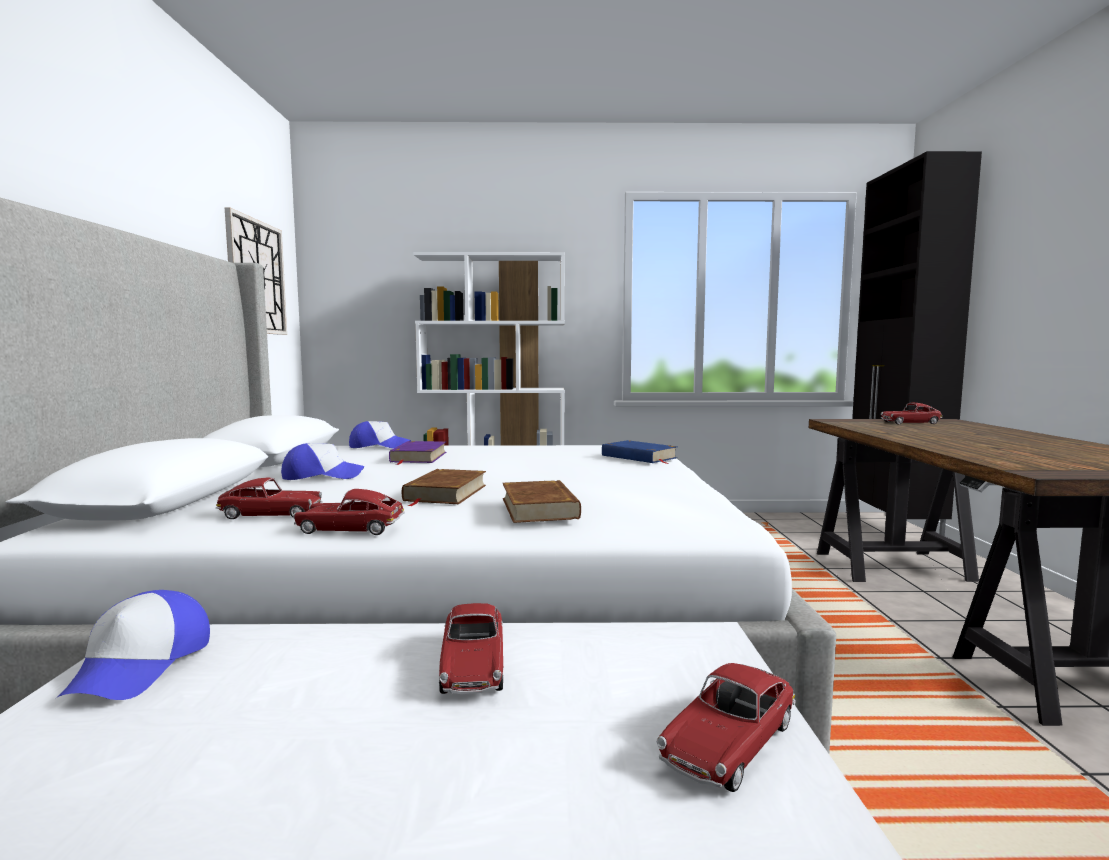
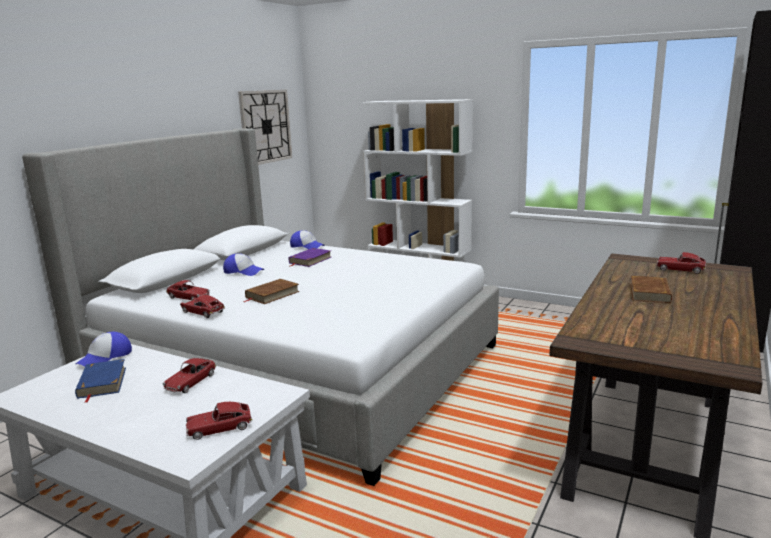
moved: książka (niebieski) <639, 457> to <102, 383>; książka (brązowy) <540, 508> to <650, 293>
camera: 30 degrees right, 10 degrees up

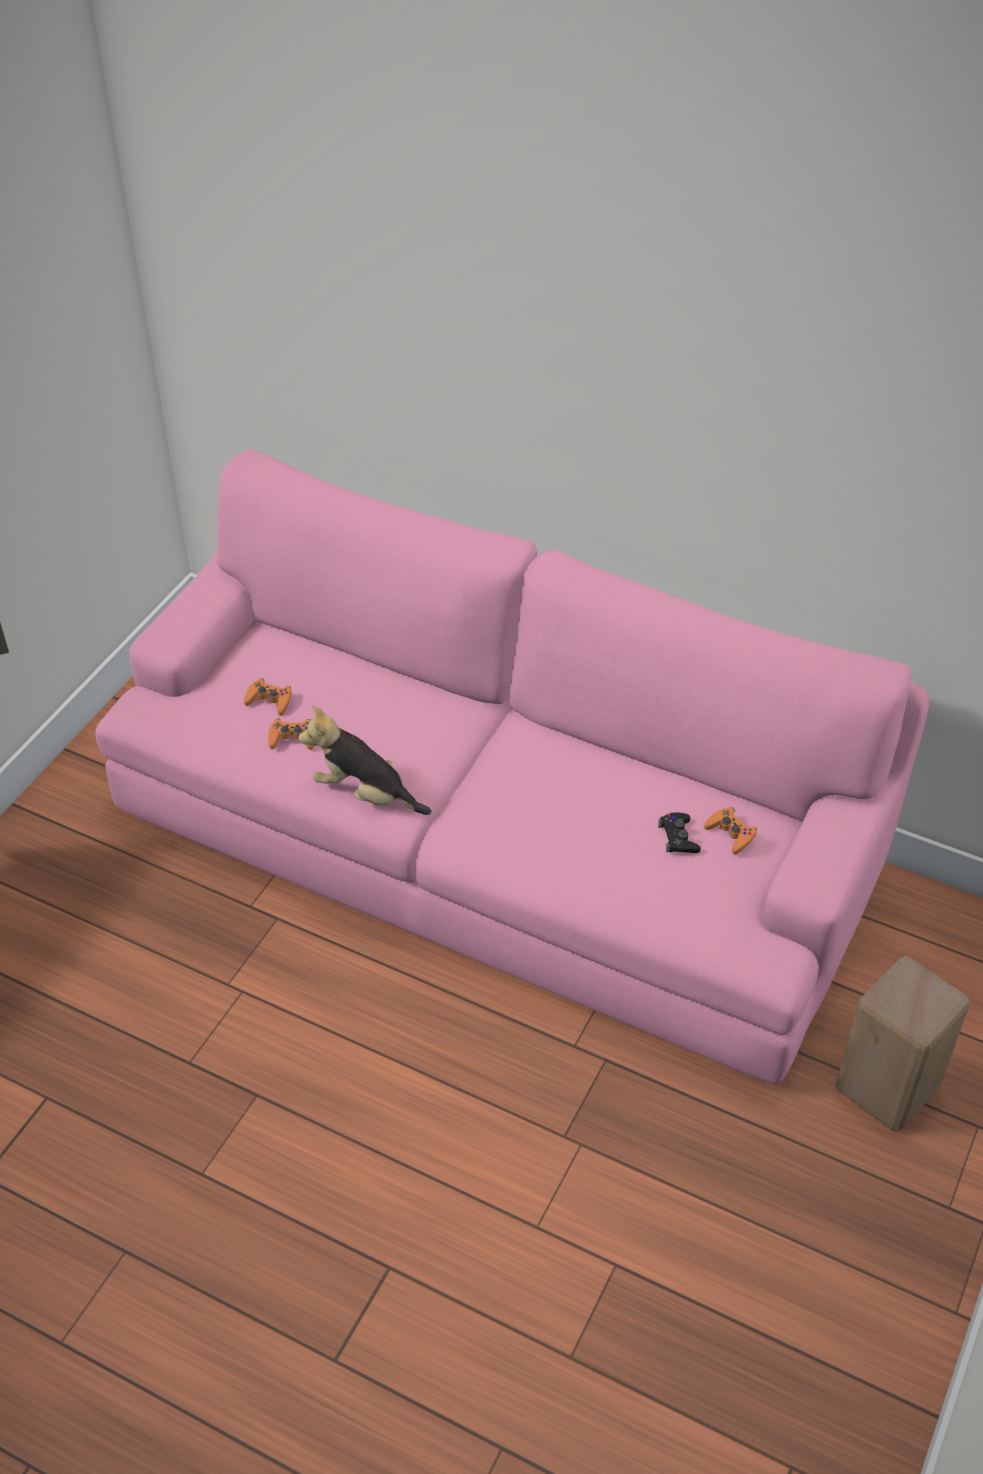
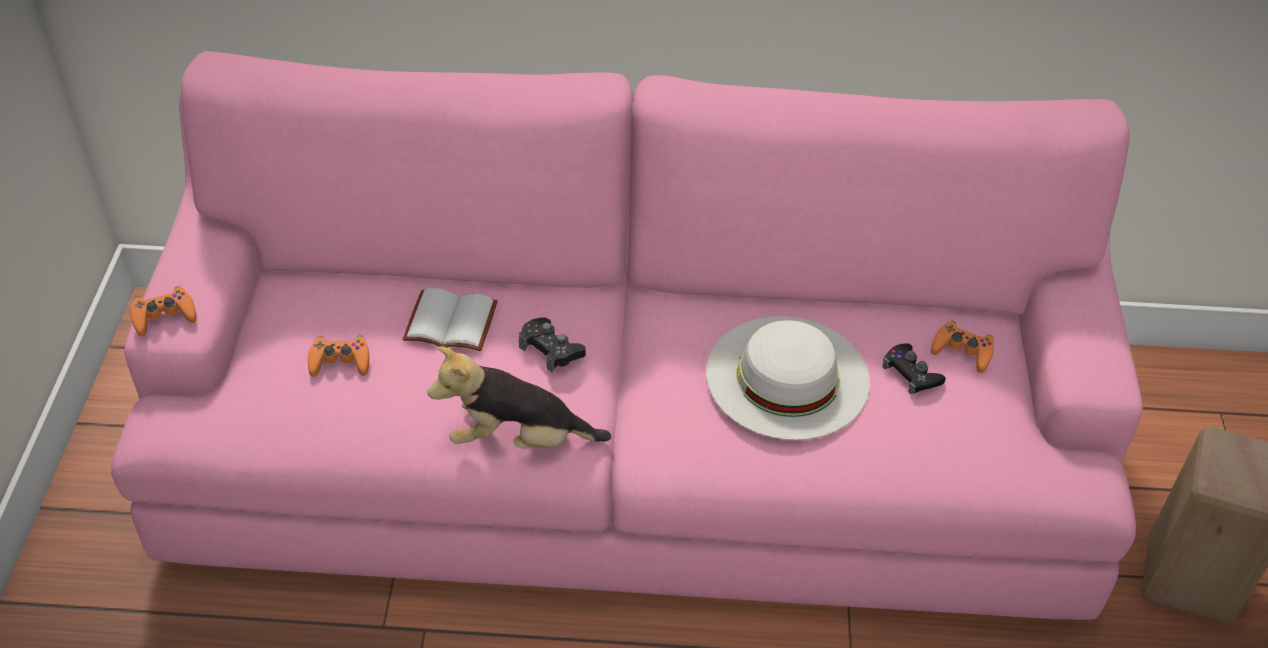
added: książka (biały) <449, 324>; pad do gier (czarny) <551, 349>; kapelusz (biały) <787, 377>
moved: pad do gier (pomarańczowy) <292, 738> to <164, 316>
camera: 25 degrees left, 0 degrees up

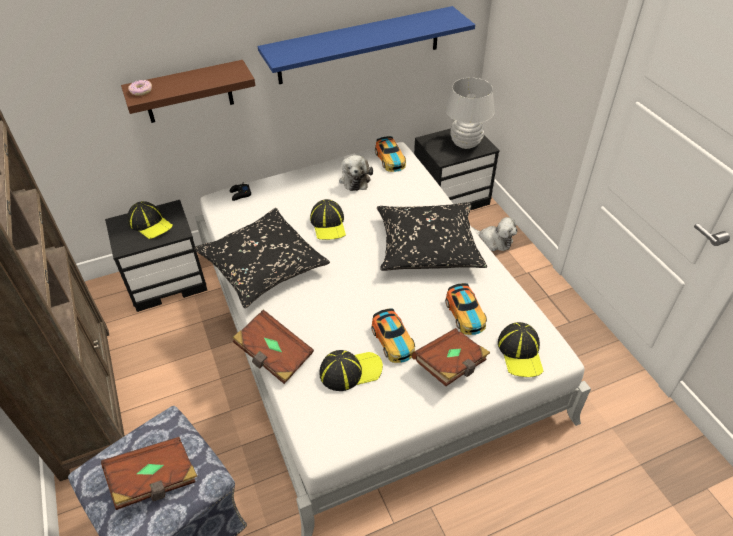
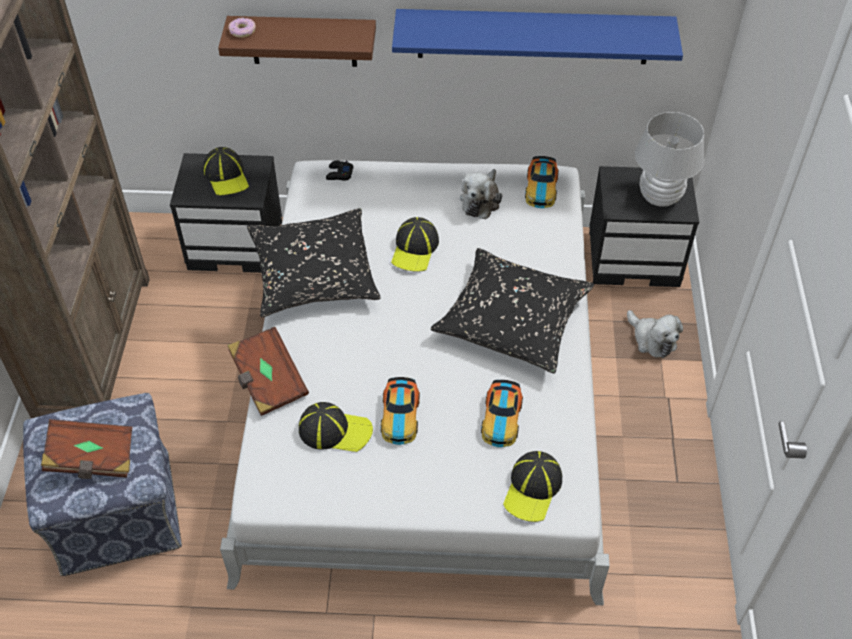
removed: książka (brązowy) <451, 365>
camera: 25 degrees right, 5 degrees up

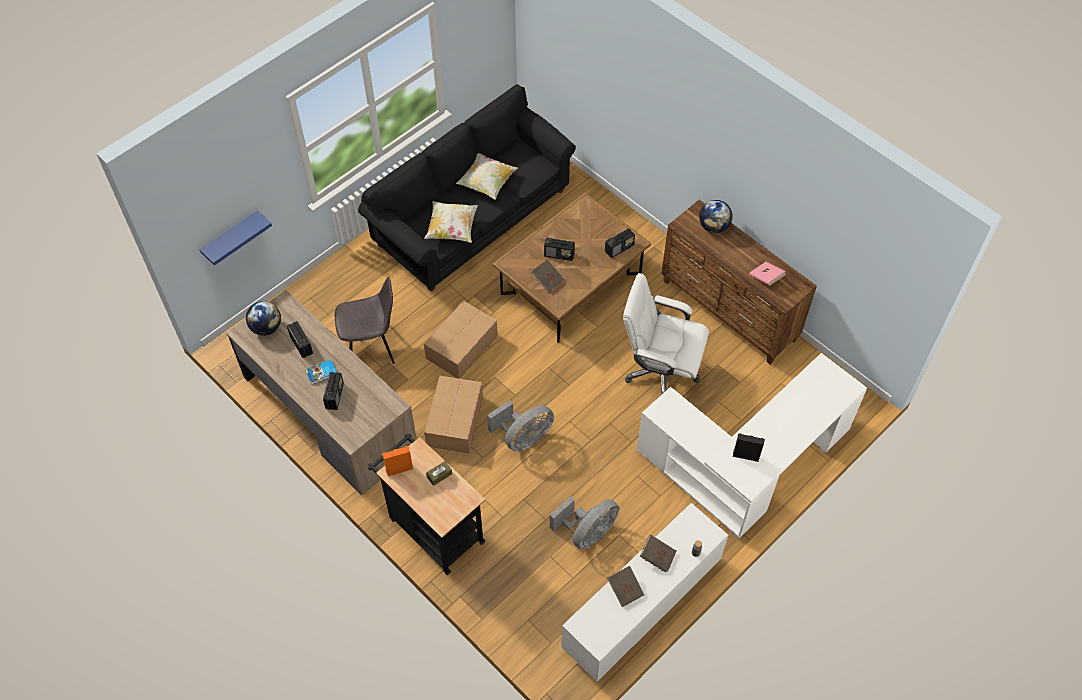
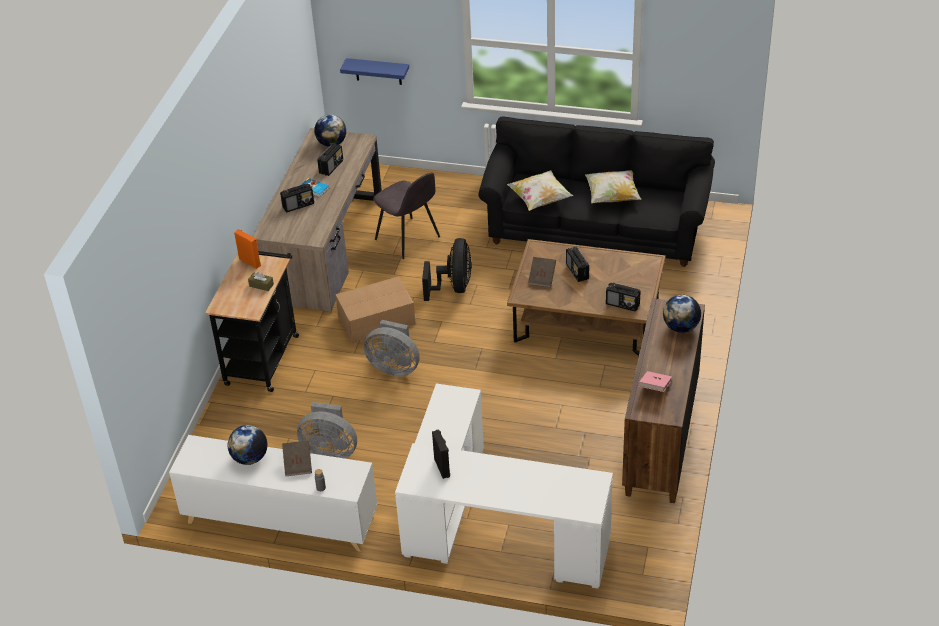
removed: krzesło biurowe (biały) <660, 371>
replaced: książka (brązowy) <625, 589> to globus <250, 458>; karton <460, 347> to wentylator (czarny) <453, 287>
camera: 60 degrees right, 15 degrees down

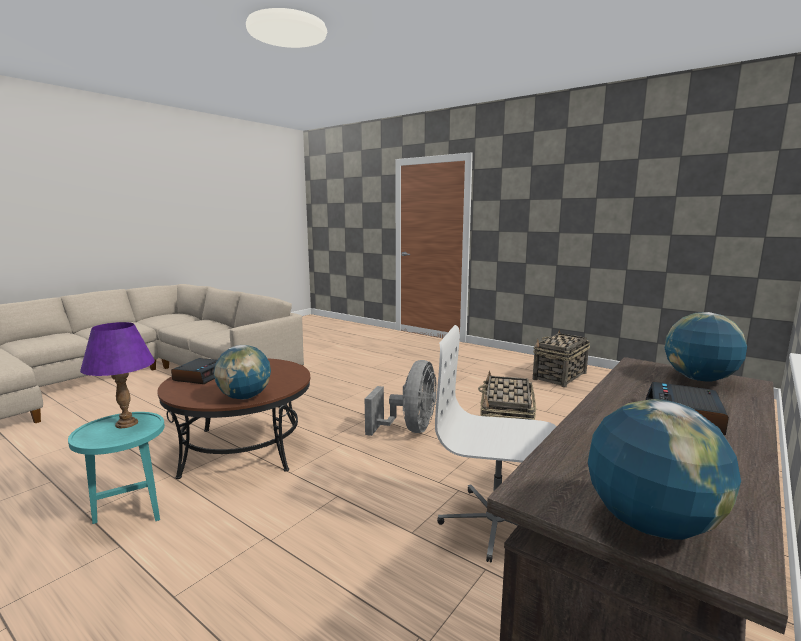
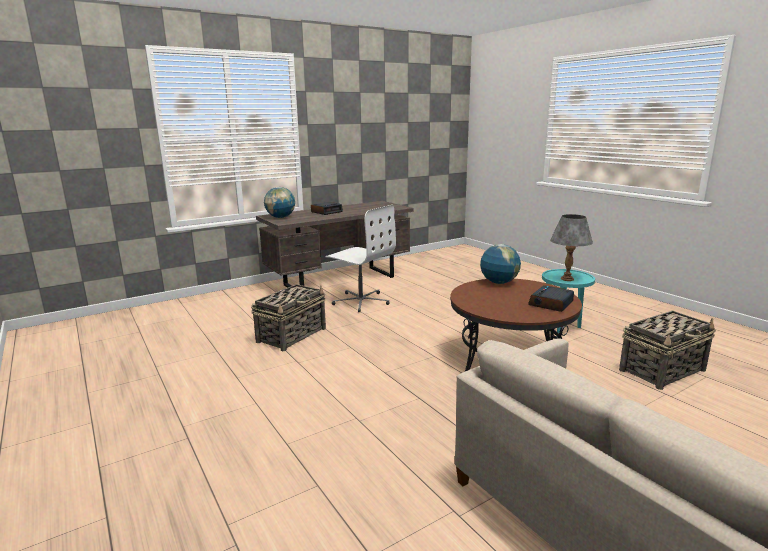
removed: wentylator (szary) <410, 429>; globus <650, 524>
moved: koszyk <559, 376> to <662, 370>
recoloured: lampa stołowa (fioletowy) <126, 424> to lampa stołowa (szary) <567, 279>
camera: 160 degrees left, 5 degrees up

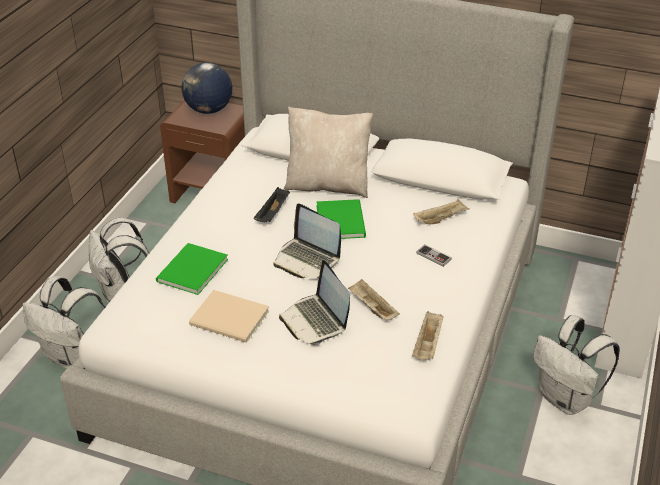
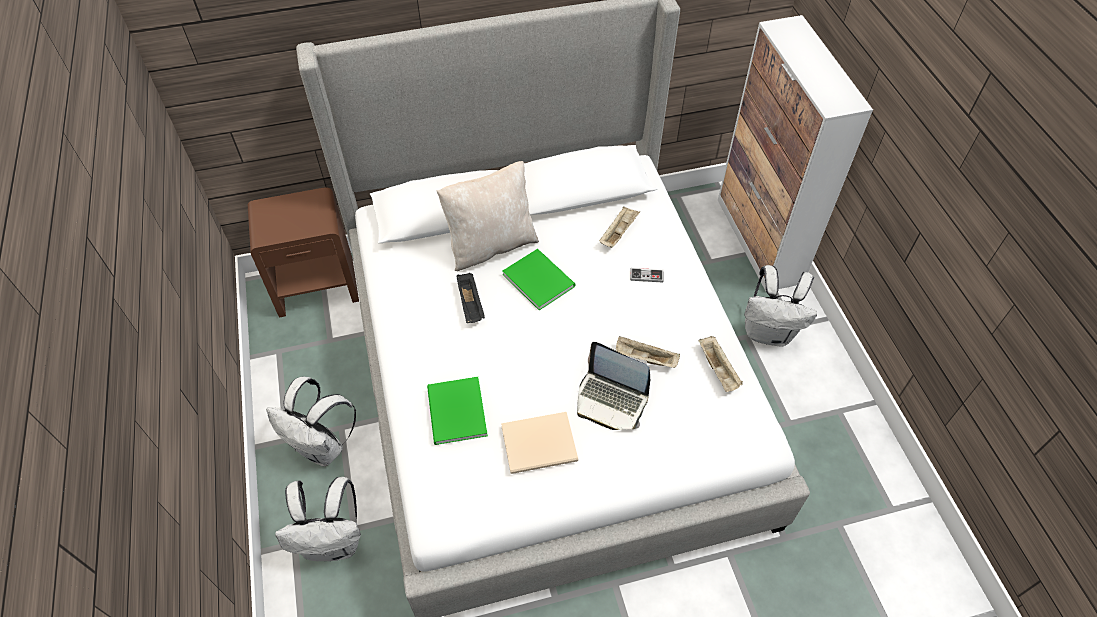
removed: globus <208, 110>; laptop <307, 259>
camera: 35 degrees left, 15 degrees up

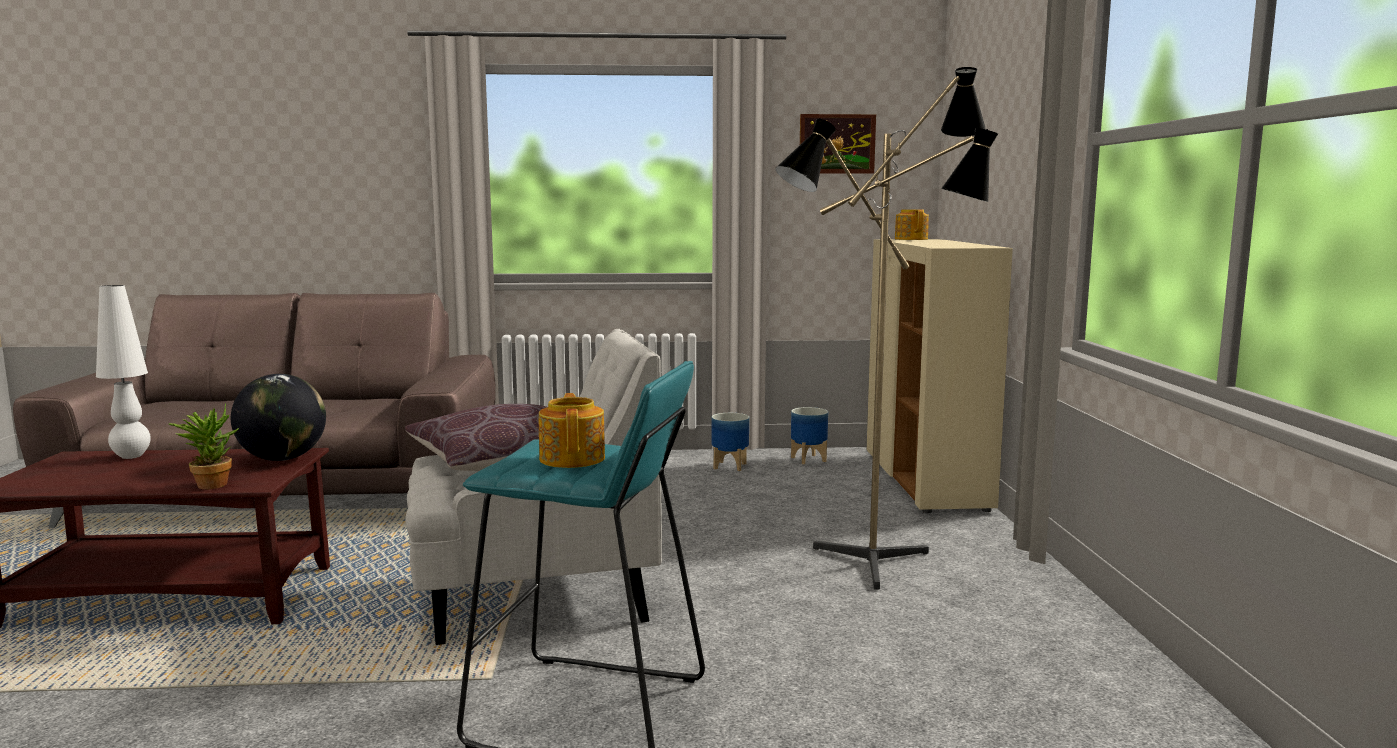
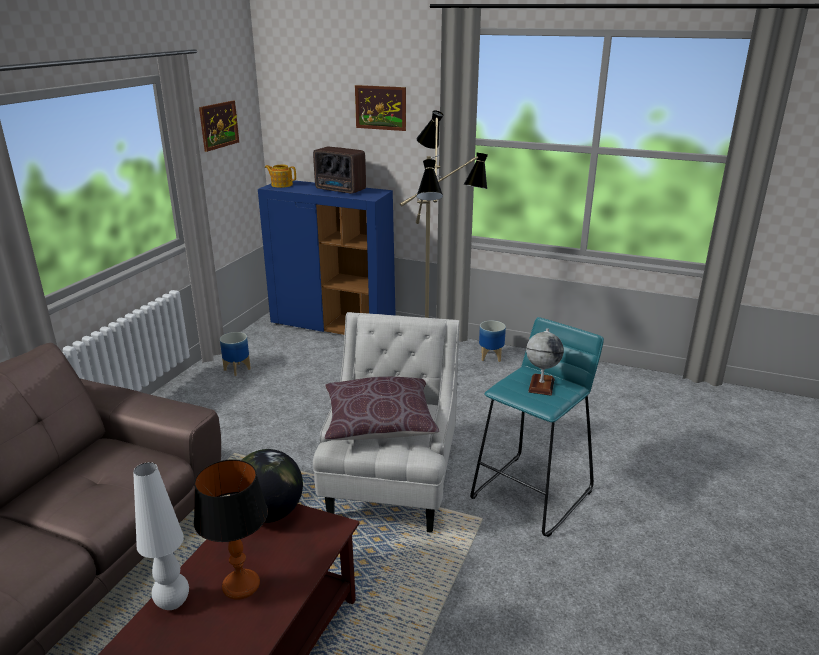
removed: roślina doniczkowa <210, 484>
added: lampa stołowa <241, 585>; radio <341, 190>; obraz <380, 107>
moved: donica <809, 459> to <490, 356>
replaced: imbryk <573, 458> to globus <541, 385>
recoloured: szafka (beżowy) <926, 481> to szafka (niebieski) <333, 325>
camera: 65 degrees left, 15 degrees up

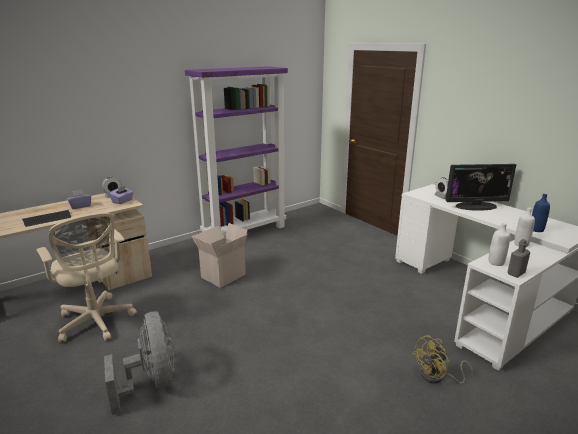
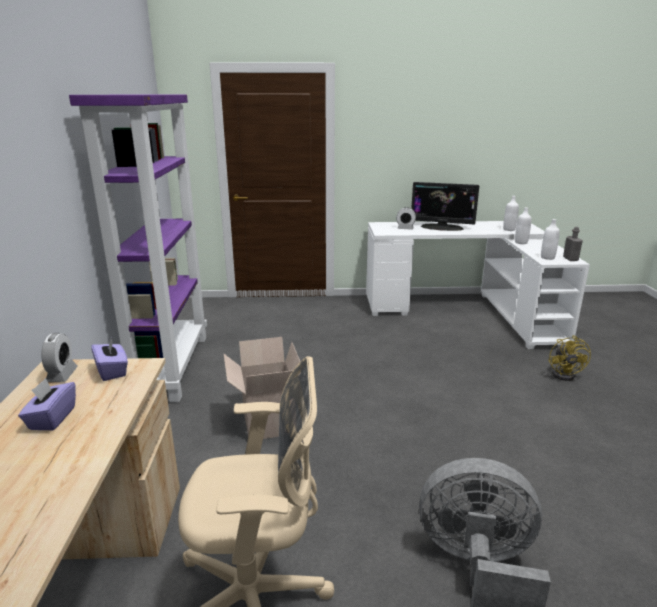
removed: klawiatura <47, 219>
recoloured: butelka (niebieski) <536, 230> to butelka (biały) <509, 229>
turned: monitor <476, 206> = <442, 227> 75 degrees clockwise
camera: 55 degrees left, 0 degrees up

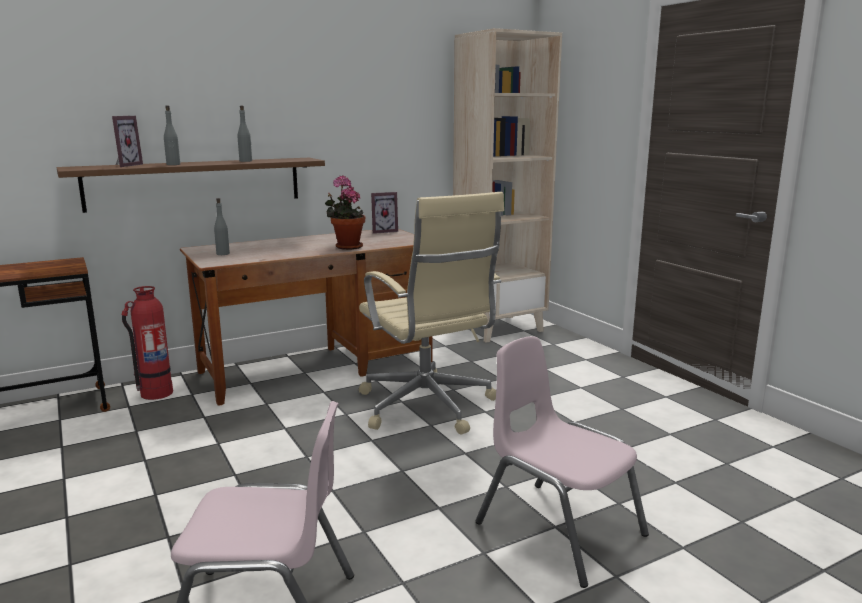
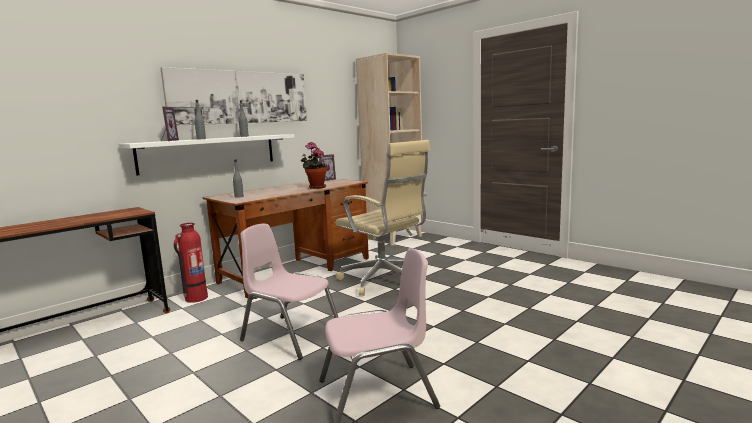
added: obraz <241, 97>
moved: krzesło (różowy) <559, 529> to <291, 335>
recoloured: półka (brązowy) <195, 183> to półka (biały) <209, 153>
camera: 15 degrees left, 5 degrees down

